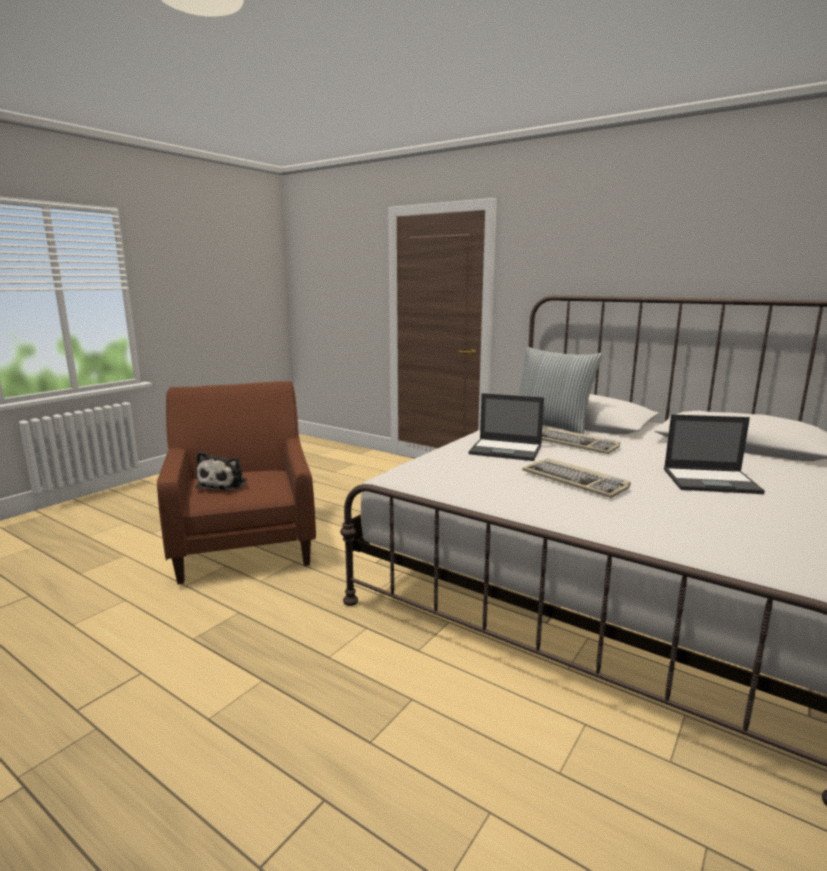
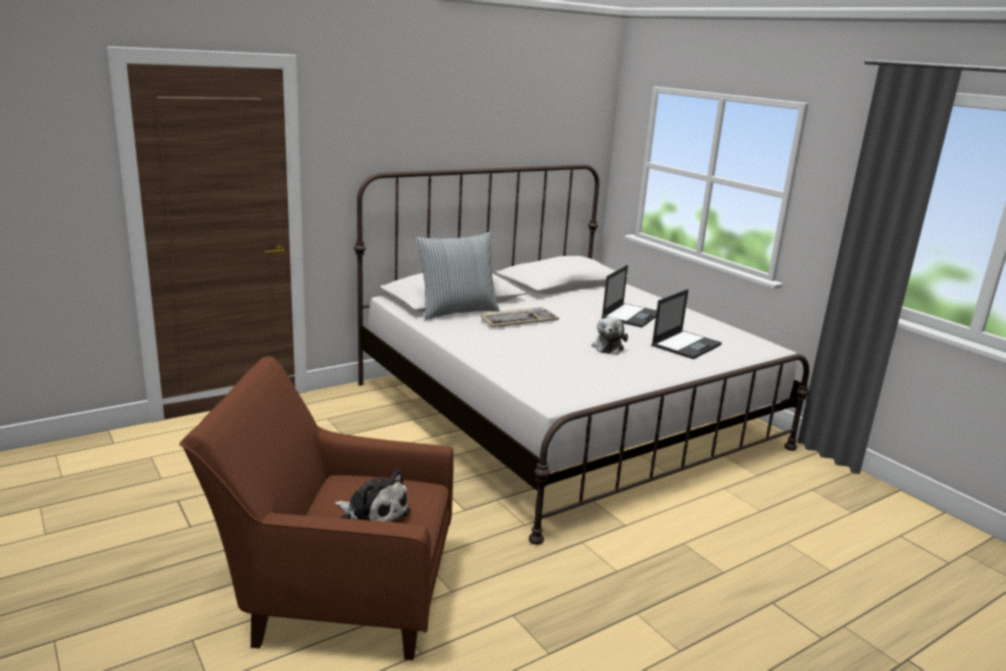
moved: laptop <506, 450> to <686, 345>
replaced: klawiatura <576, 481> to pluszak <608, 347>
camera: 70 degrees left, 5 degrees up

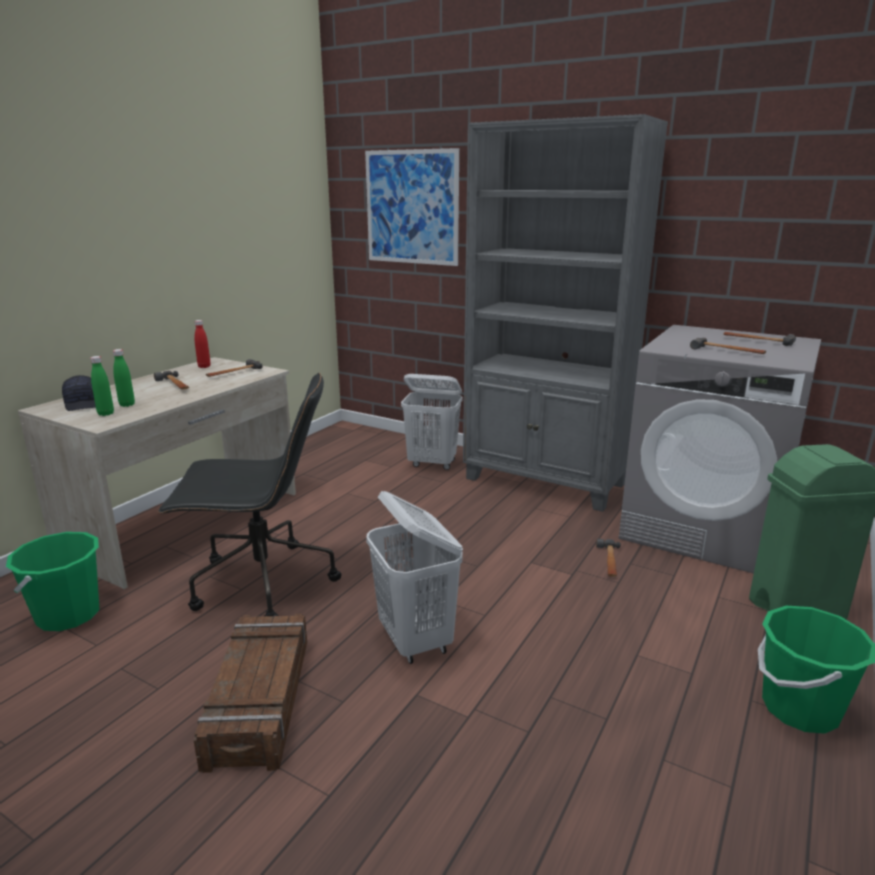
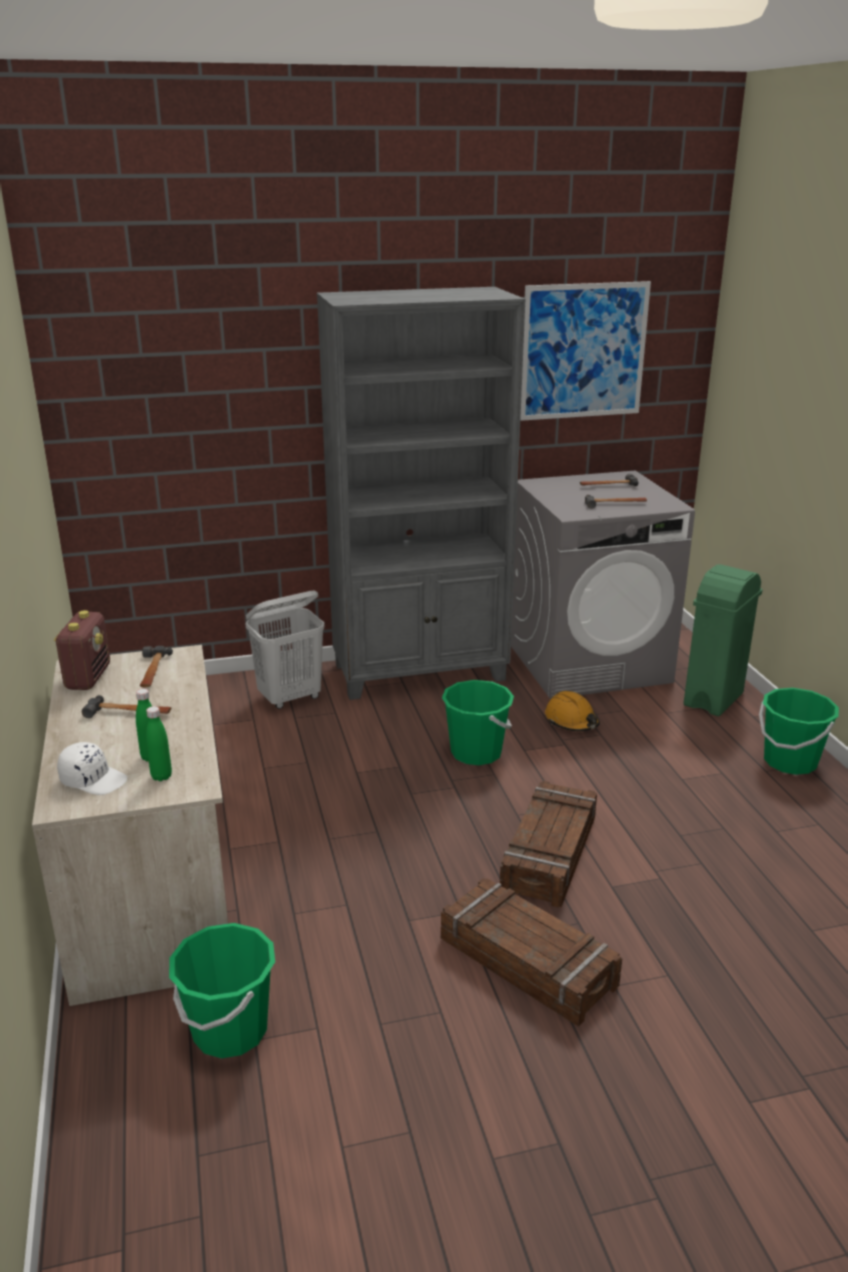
removed: krzesło biurowe (czarny) <261, 583>
added: wiadro (zielony) <476, 752>
moved: obraz <411, 207> to <583, 351>
replaced: butelka (czerwony) <204, 366> to radio <88, 677>; kosz na pranie (biały) <415, 641> to skrzynka <550, 854>; młotek <609, 561> to kask (pomarańczowy) <571, 721>
recoloured: czapka z daszkiem (czarny) <83, 404> to czapka z daszkiem (biały) <94, 779>
camera: 45 degrees left, 5 degrees up

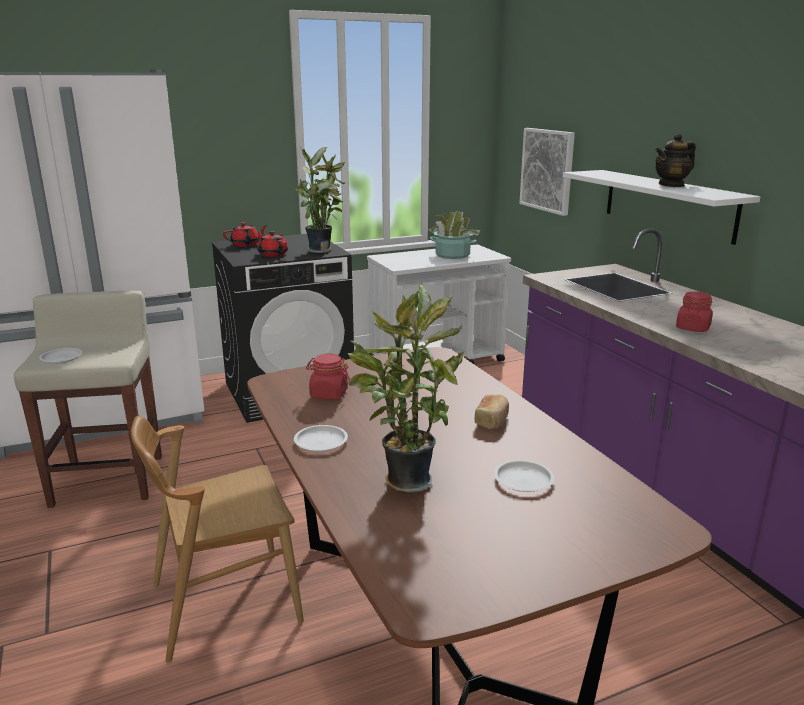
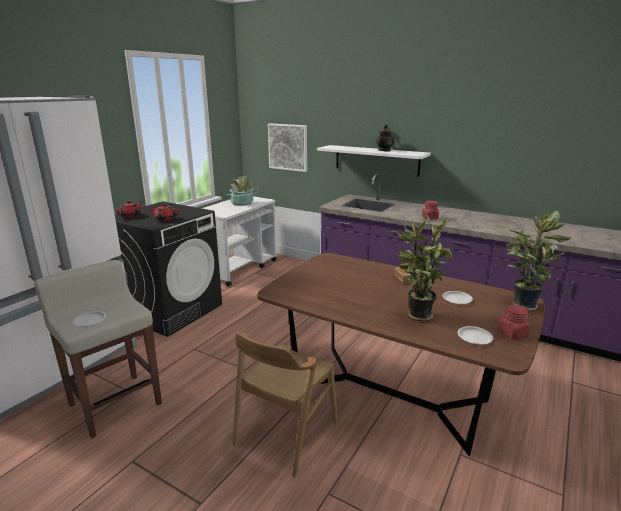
moved: talerz (biały) <321, 442> to <475, 338>; słoik (czerwony) <328, 394> to <512, 334>; roślina doniczkowa <322, 250> to <524, 304>
camera: 35 degrees left, 0 degrees up

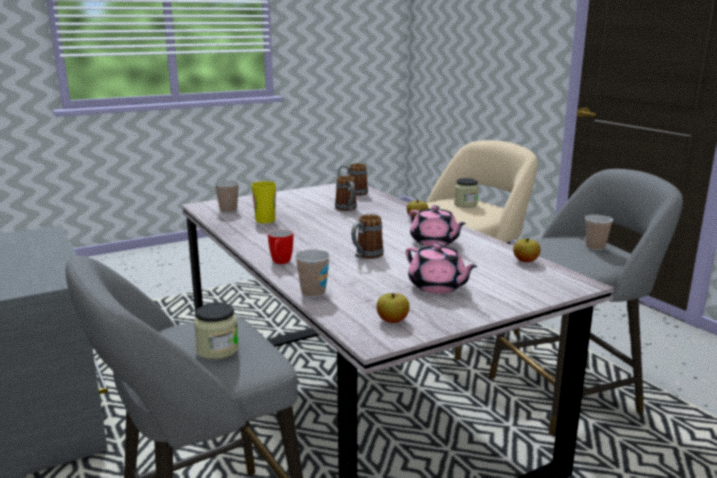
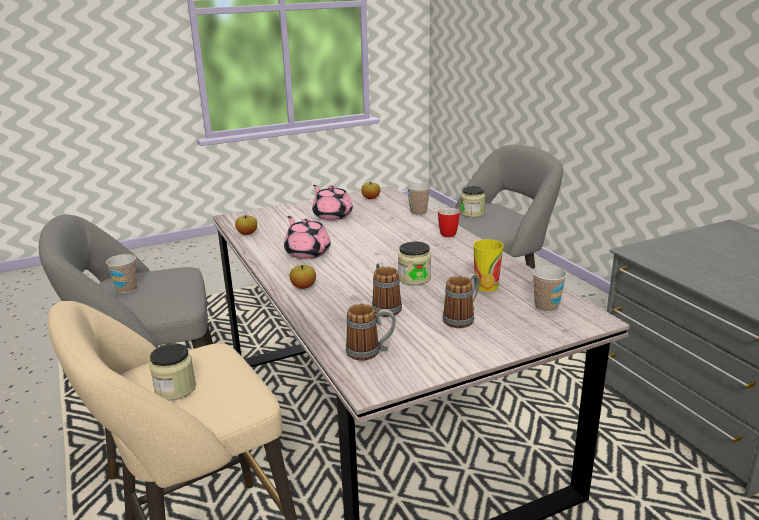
added: słoik <414, 278>
moved: kubek <365, 256> to <462, 318>
camera: 175 degrees left, 5 degrees up

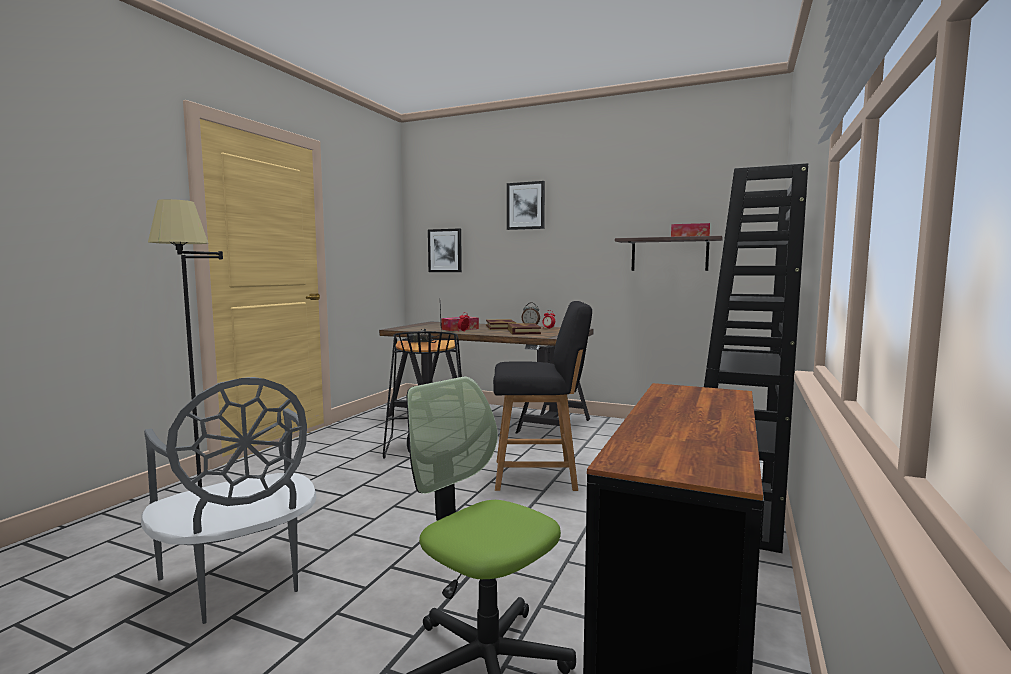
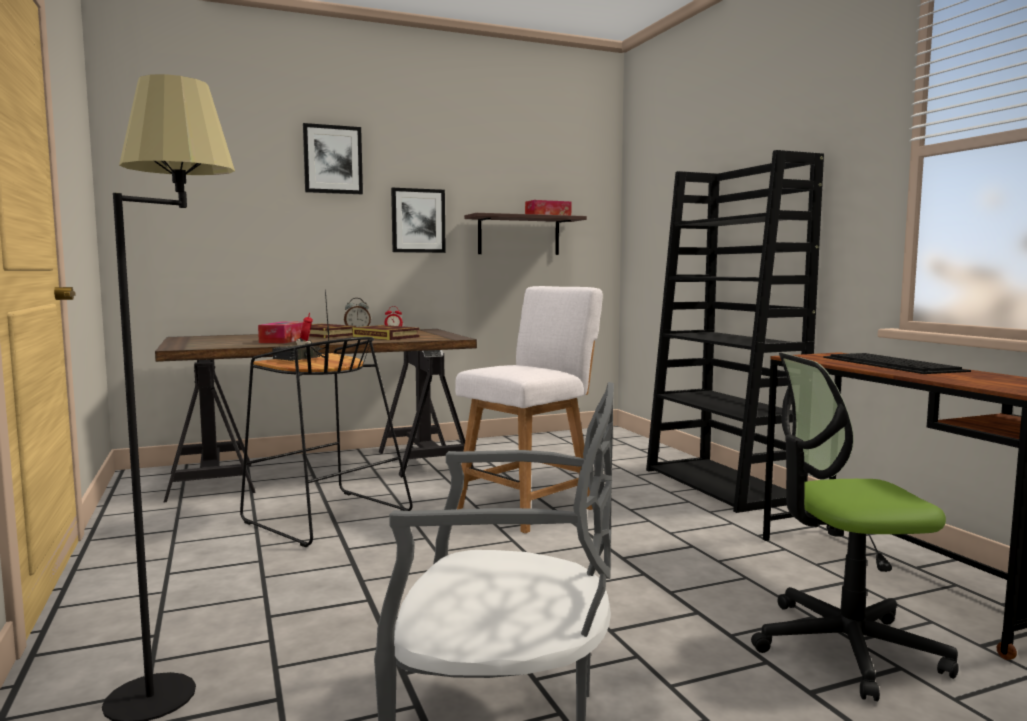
added: klawiatura <893, 364>
moved: obraz <445, 250> to <418, 220>
recoloured: krzesło (czarny) <540, 475> to krzesło (biały) <529, 507>
camera: 45 degrees left, 0 degrees up

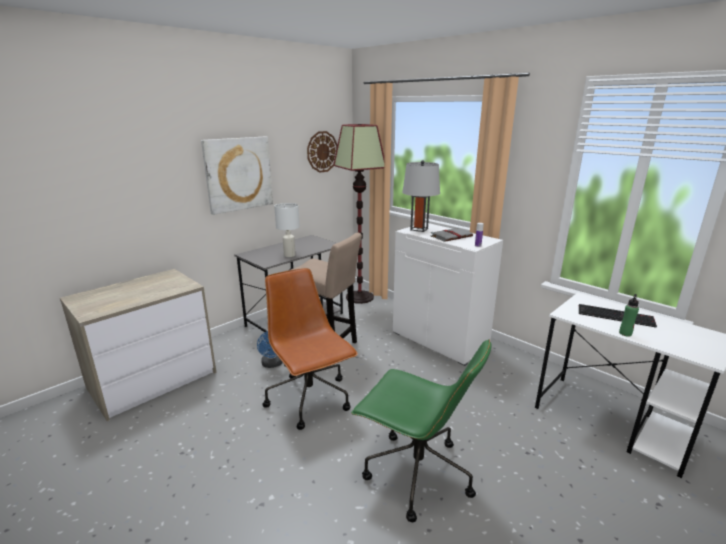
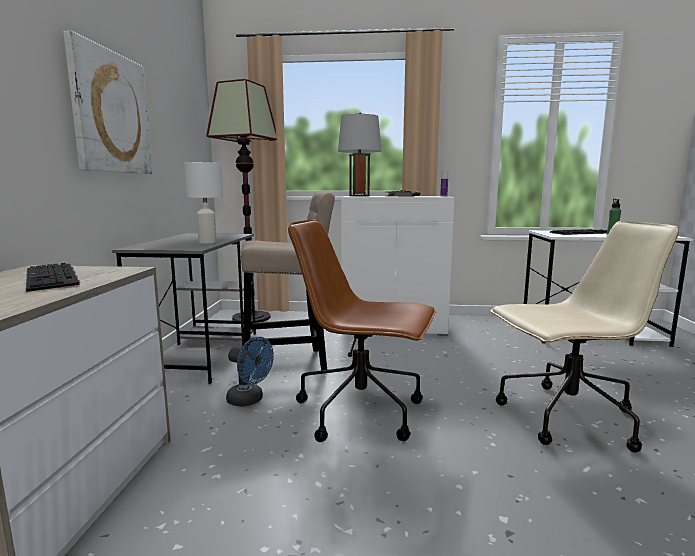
removed: zegar ścienny <322, 152>
added: klawiatura <53, 277>
recoloured: krzesło biurowe (zielony) <415, 473> to krzesło biurowe (beżowy) <566, 418>
camera: 40 degrees left, 10 degrees down

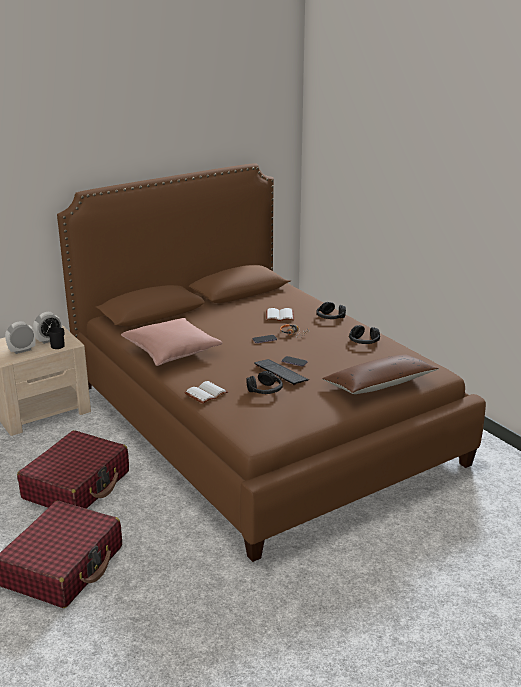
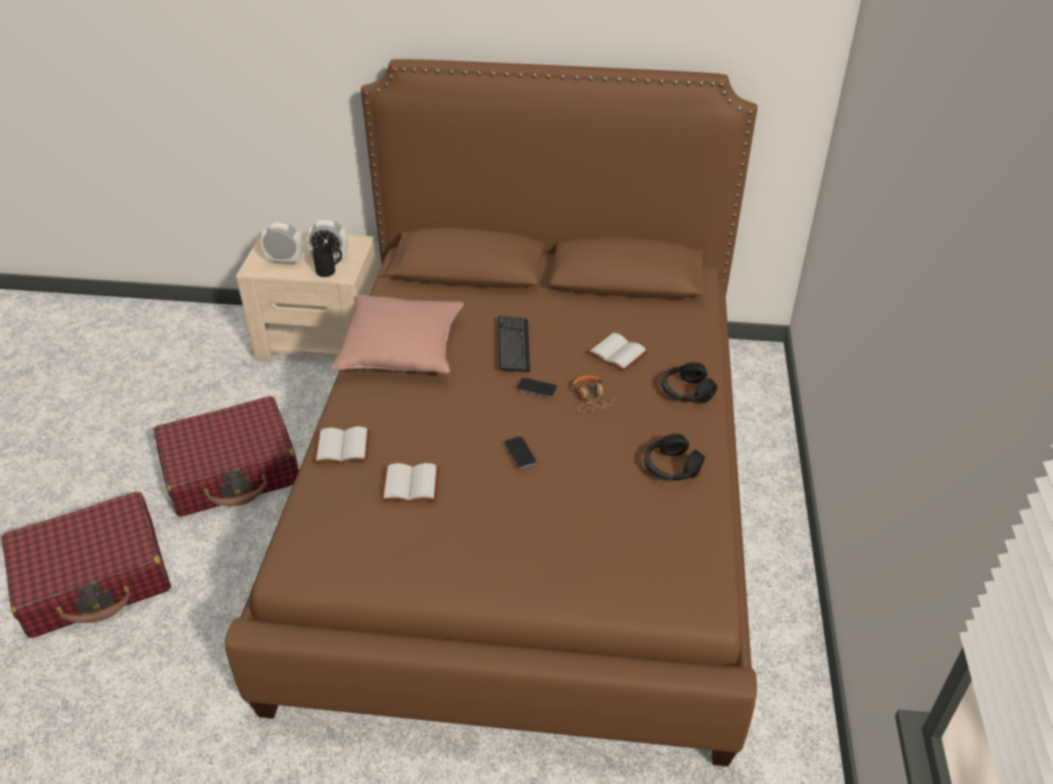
removed: poduszka (brązowy) <379, 385>
moved: klawiatura <281, 373> to <513, 345>
replaced: słuchawki (czarny) <265, 390> to książka (biały) <409, 486>
camera: 40 degrees right, 15 degrees up

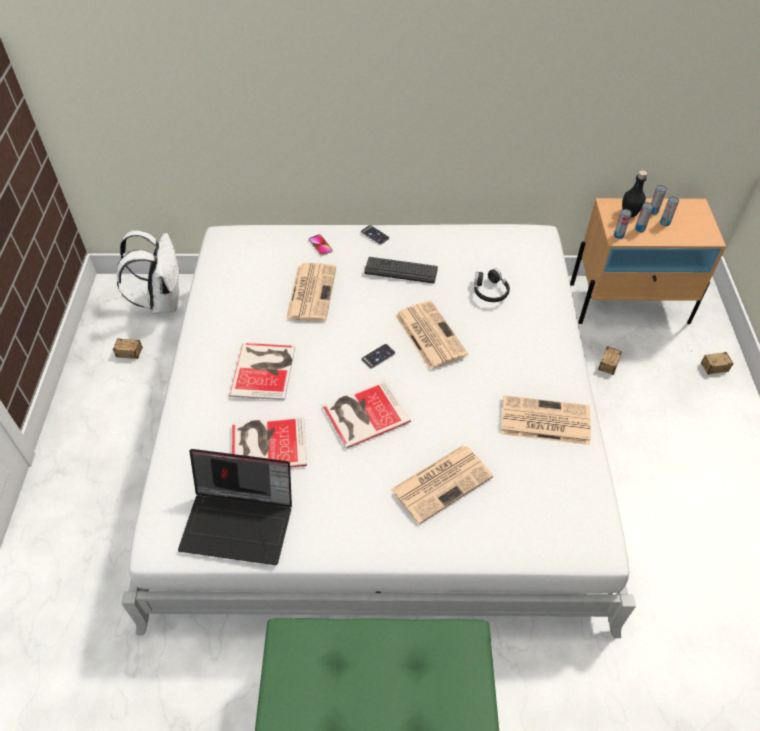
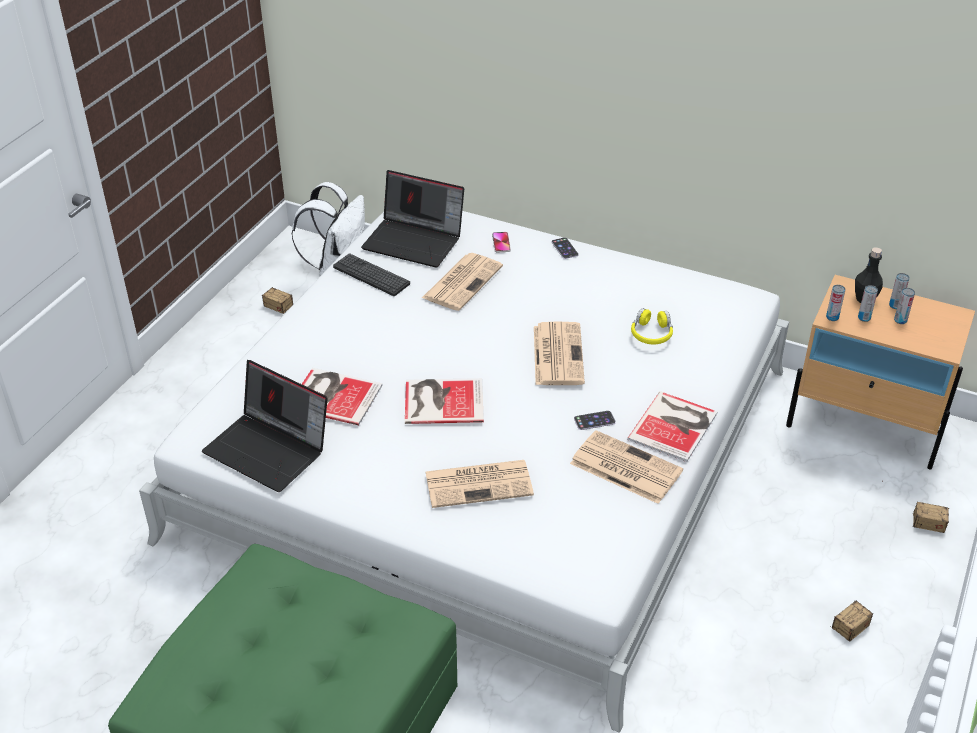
added: laptop <415, 241>
moved: klawiatura <401, 270> to <371, 275>; telefon <378, 356> to <594, 420>; książka <265, 370> to <675, 425>; pojemnik do przechowywania <604, 376> to <836, 638>
recoloured: słuchawki (czarny) <490, 291> to słuchawki (żółty) <651, 333>
camera: 25 degrees right, 10 degrees down

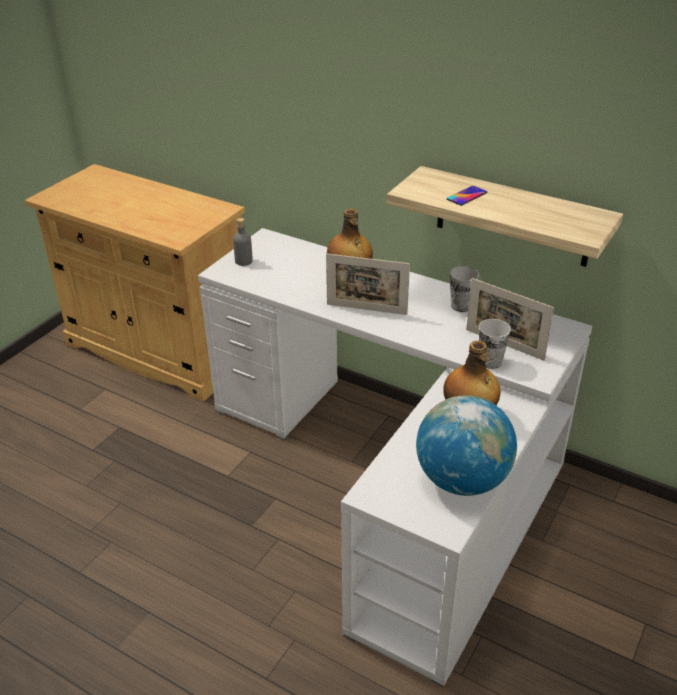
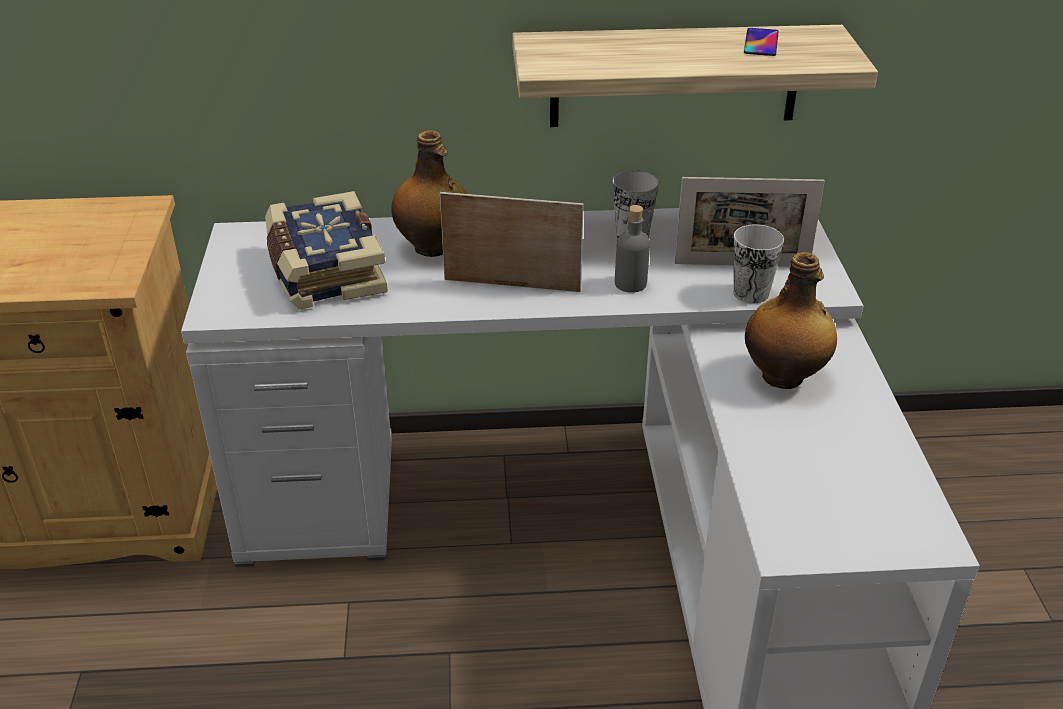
removed: globus <462, 480>
added: książka <324, 271>
moved: butelka (szary) <244, 261> to <630, 283>; telefon <467, 196> to <761, 42>
turned: ramka na zdjęcie <366, 309> = <512, 285> 150 degrees counterclockwise
camera: 35 degrees left, 0 degrees up

